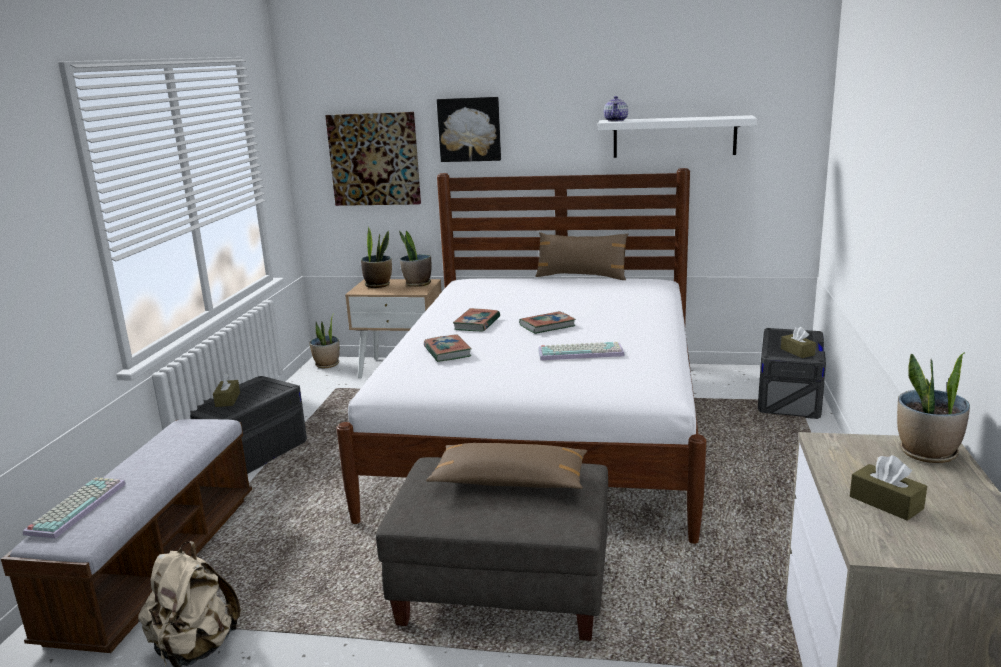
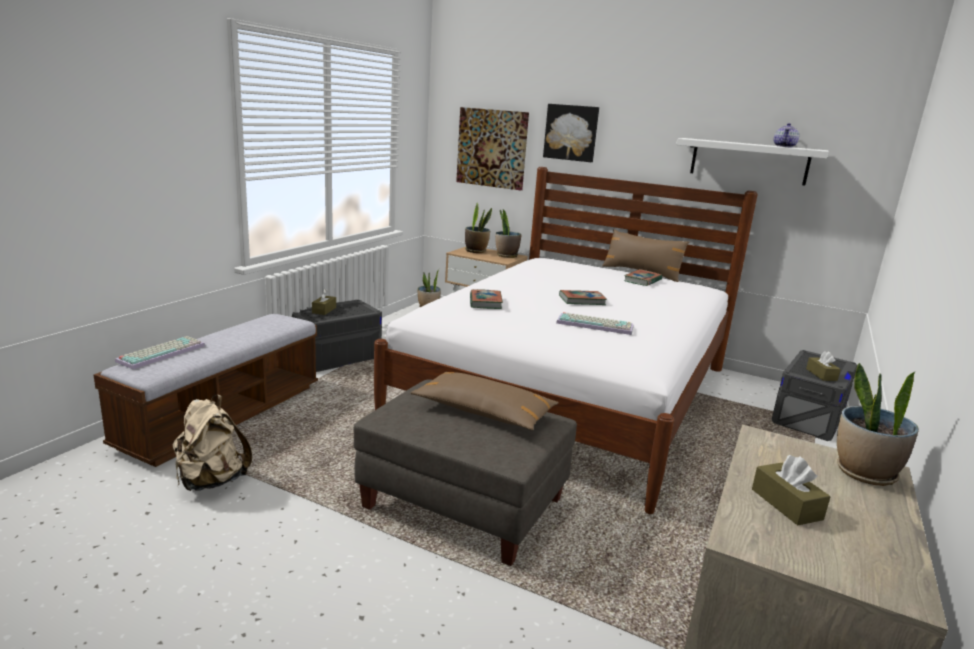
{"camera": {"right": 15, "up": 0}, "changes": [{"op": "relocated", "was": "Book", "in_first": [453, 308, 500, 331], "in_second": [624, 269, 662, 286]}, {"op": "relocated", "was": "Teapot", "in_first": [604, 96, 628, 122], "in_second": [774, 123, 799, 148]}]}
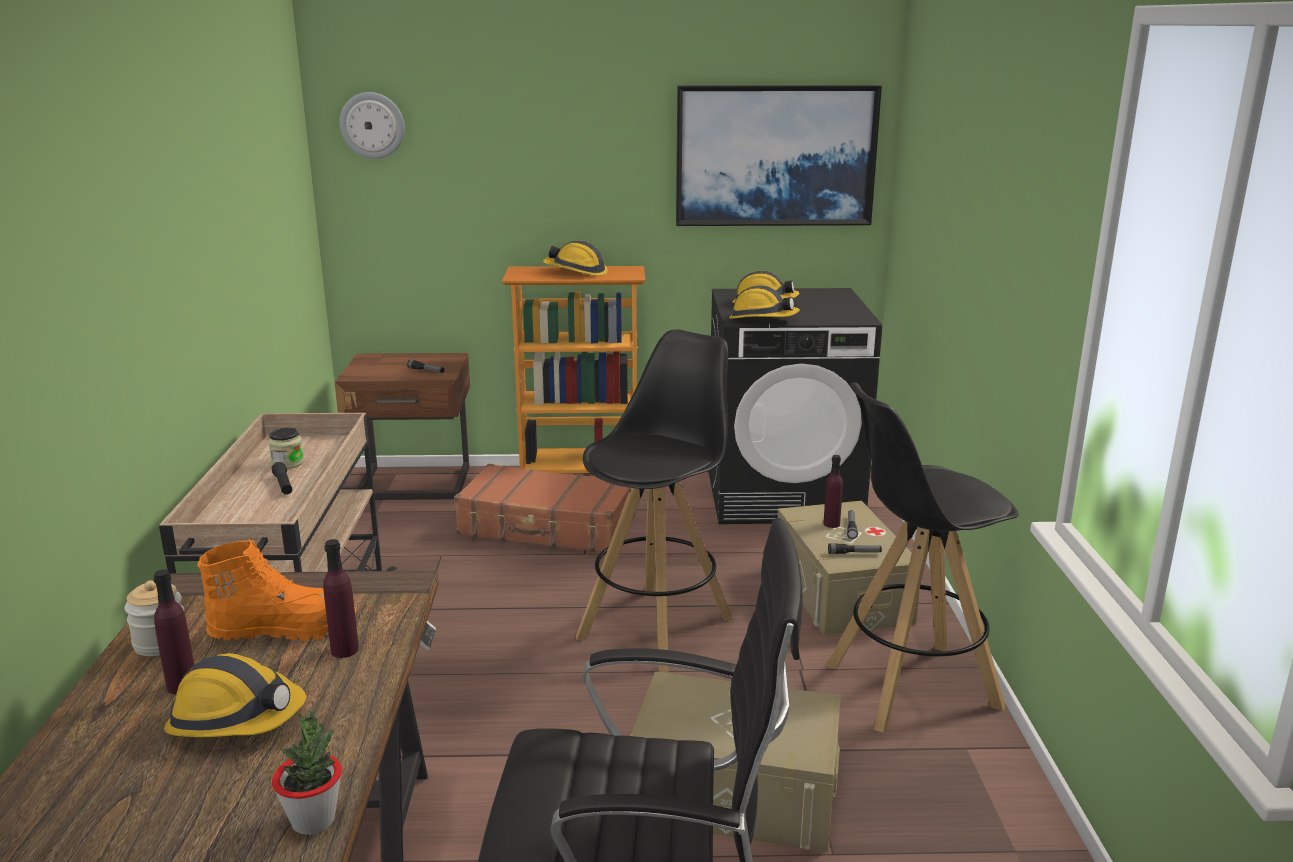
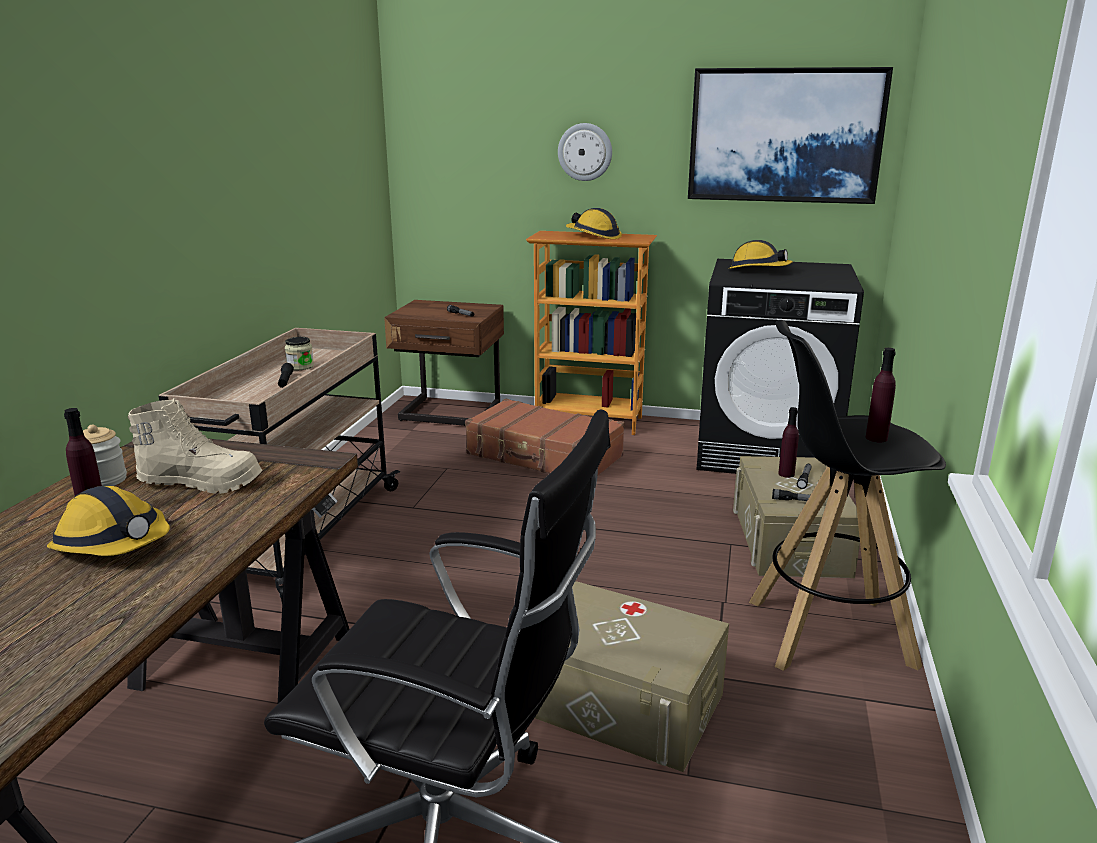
{"camera": {"right": 15, "up": 0}, "changes": [{"op": "colour", "was": "OrangeBoot", "now": "BeigeBoot", "in_first": [197, 539, 356, 641], "in_second": [128, 398, 262, 494]}, {"op": "relocated", "was": "WallClock", "in_first": [340, 92, 405, 159], "in_second": [558, 123, 612, 181]}, {"op": "relocated", "was": "PurpleBottle", "in_first": [323, 539, 359, 658], "in_second": [866, 348, 896, 442]}, {"op": "missing", "was": "PottedPlant", "in_first": [272, 709, 342, 835]}, {"op": "missing", "was": "BlackStool", "in_first": [576, 329, 733, 673]}, {"op": "missing", "was": "HardHat", "in_first": [729, 285, 800, 319]}]}
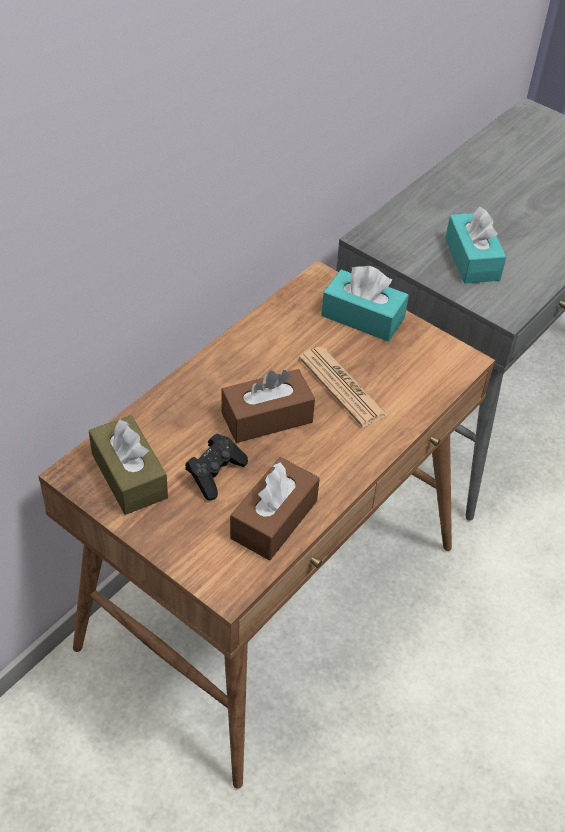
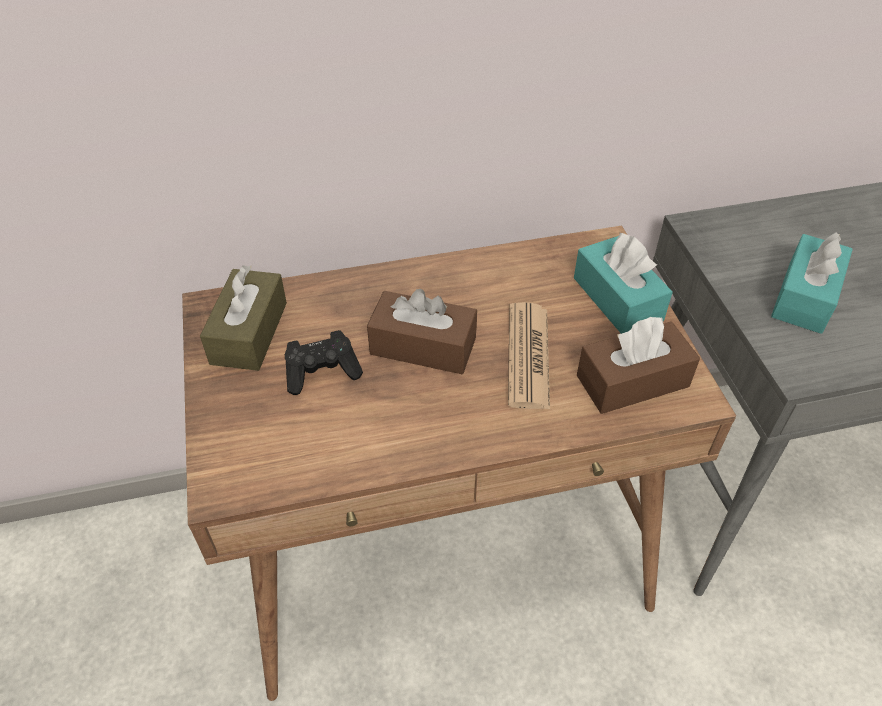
{"camera": {"right": 40, "up": 0}, "changes": [{"op": "relocated", "was": "BrownTissueBox", "in_first": [230, 457, 320, 560], "in_second": [577, 316, 700, 414]}]}
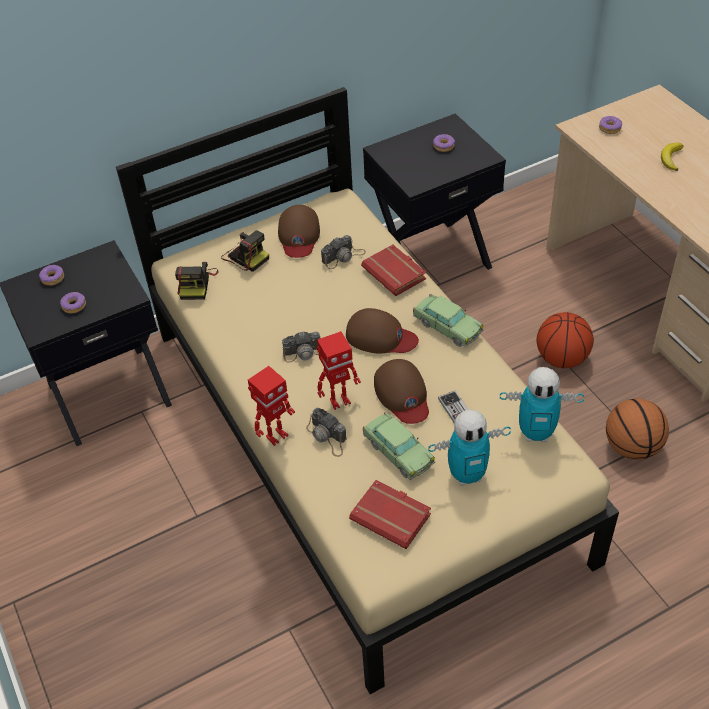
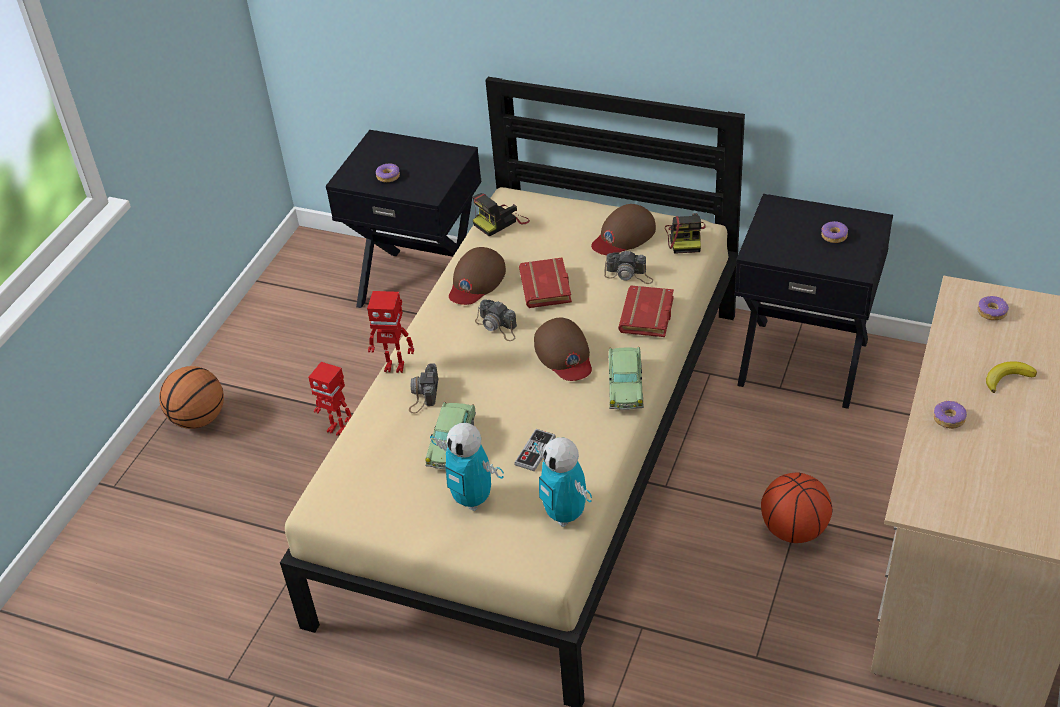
{"camera": {"right": 50, "up": -5}, "changes": [{"op": "relocated", "was": "Basketball", "in_first": [606, 399, 669, 460], "in_second": [159, 366, 224, 429]}, {"op": "relocated", "was": "ToyRobot", "in_first": [317, 331, 361, 410], "in_second": [308, 362, 352, 436]}, {"op": "relocated", "was": "BrownCap", "in_first": [374, 359, 429, 424], "in_second": [449, 247, 506, 305]}, {"op": "relocated", "was": "RedBook", "in_first": [349, 480, 431, 549], "in_second": [519, 258, 572, 308]}, {"op": "relocated", "was": "PhotoCamera", "in_first": [221, 230, 269, 272], "in_second": [665, 213, 706, 254]}, {"op": "relocated", "was": "Donut", "in_first": [39, 265, 64, 286], "in_second": [934, 400, 967, 429]}]}
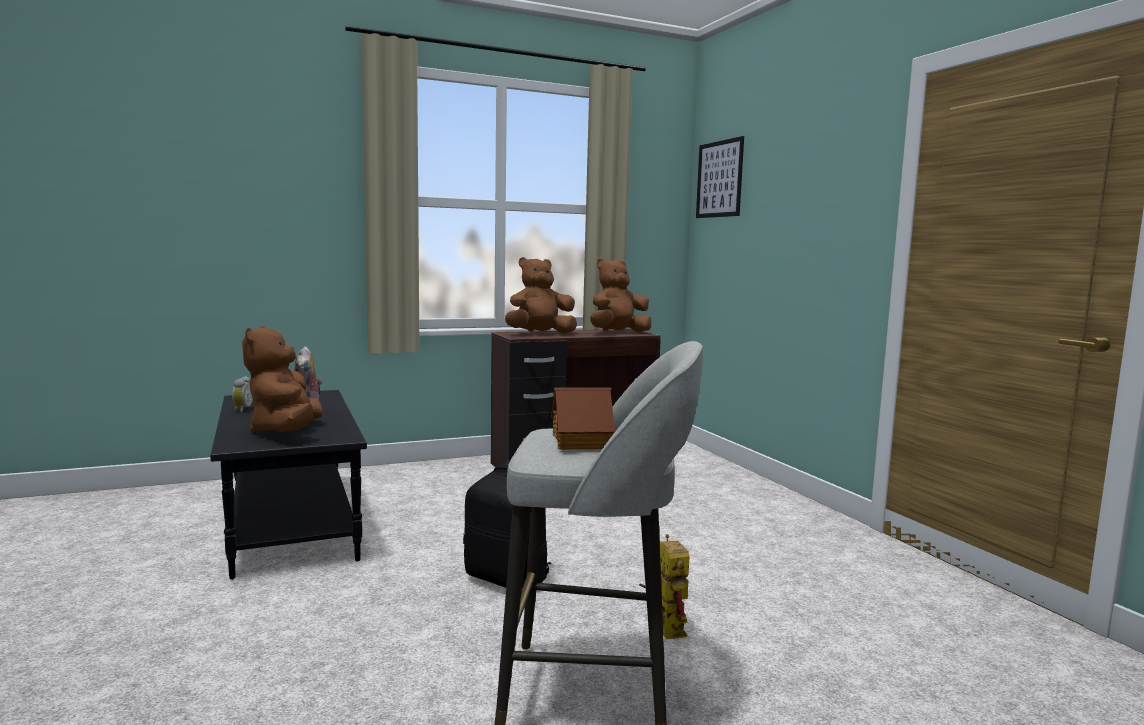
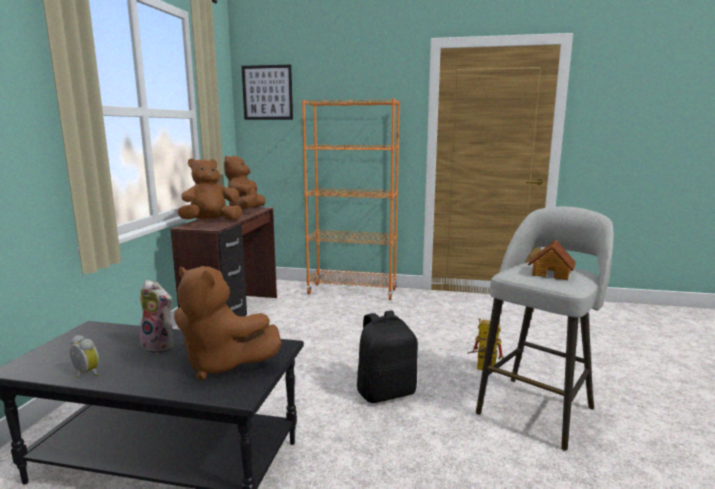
{"camera": {"right": -55, "up": 5}, "changes": [{"op": "spun", "was": "BrownPlushToy", "in_first": [505, 257, 577, 333], "in_second": [177, 158, 243, 220], "clockwise": 45}, {"op": "appeared", "now": "OrangeBookcase", "in_second": [302, 99, 400, 300]}]}
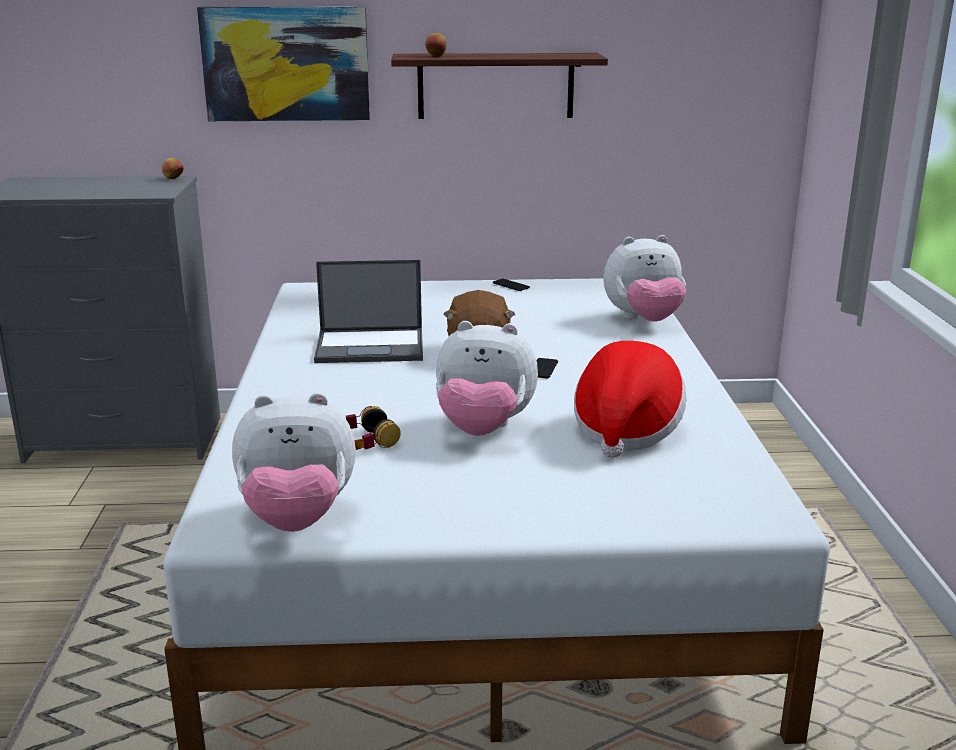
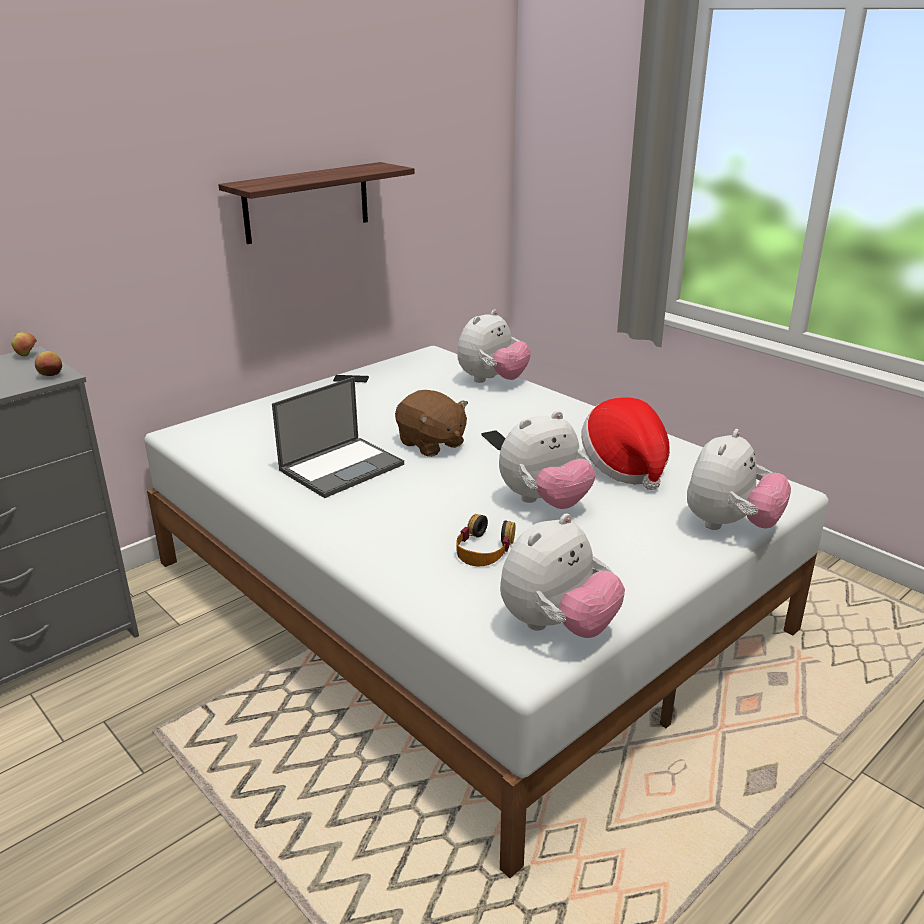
{"camera": {"right": -40, "up": 5}, "changes": [{"op": "relocated", "was": "Apple", "in_first": [425, 33, 447, 56], "in_second": [35, 351, 62, 376]}, {"op": "appeared", "now": "PlushToy", "in_second": [687, 429, 791, 530]}, {"op": "missing", "was": "Picture", "in_first": [197, 6, 370, 121]}]}
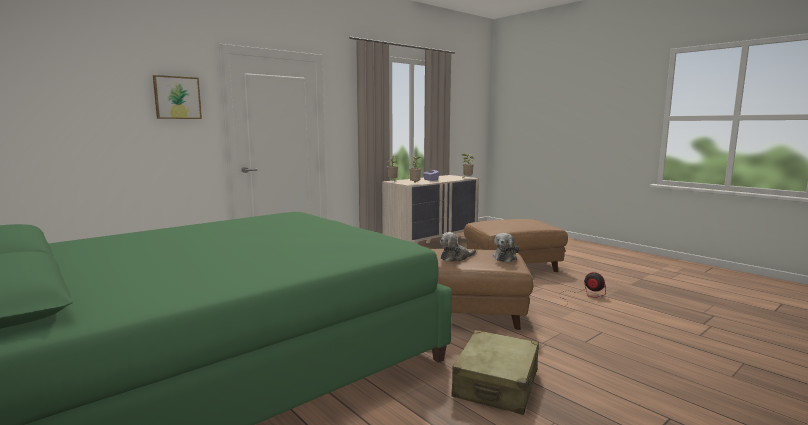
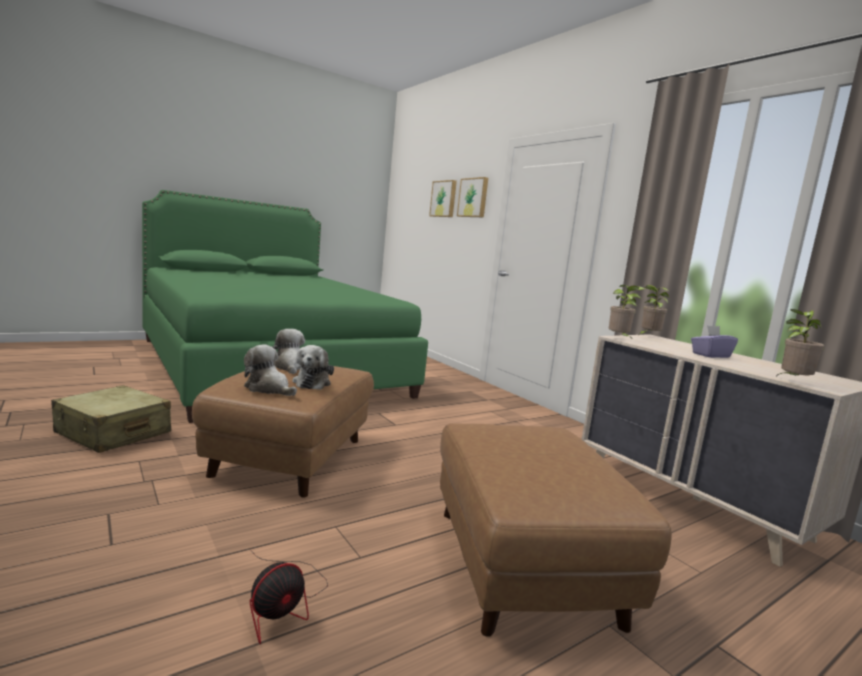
{"camera": {"right": 95, "up": 0}, "changes": [{"op": "appeared", "now": "PlushToy", "in_second": [292, 345, 334, 390]}, {"op": "appeared", "now": "Picture", "in_second": [429, 180, 457, 217]}]}
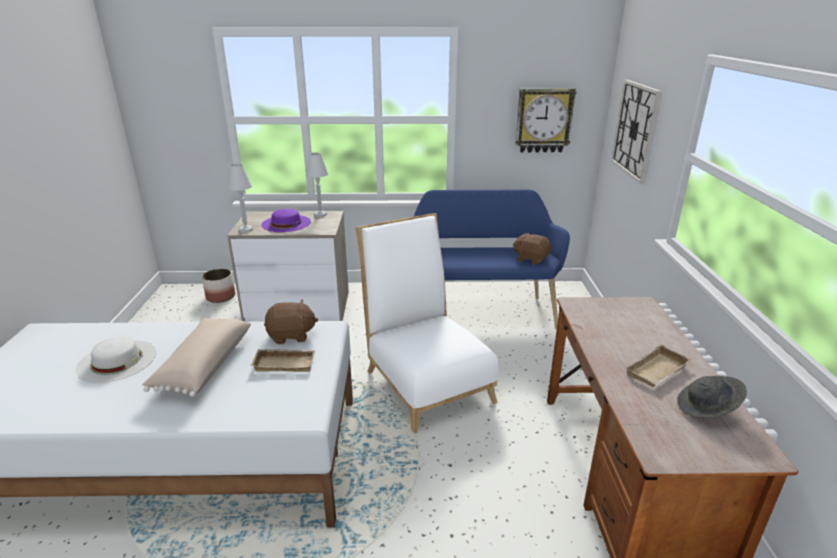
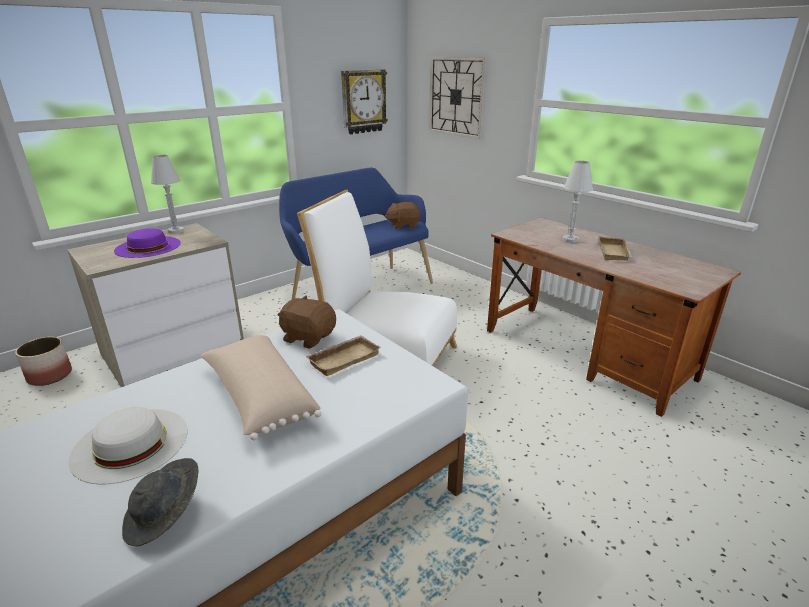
{"camera": {"right": -40, "up": 0}, "changes": [{"op": "relocated", "was": "GreyHat", "in_first": [677, 376, 747, 418], "in_second": [122, 458, 198, 546]}, {"op": "spun", "was": "BrownPlushToy", "in_first": [264, 299, 318, 344], "in_second": [277, 295, 336, 349], "clockwise": -105}, {"op": "relocated", "was": "WhiteTableLamp", "in_first": [227, 164, 253, 233], "in_second": [562, 161, 593, 243]}]}
